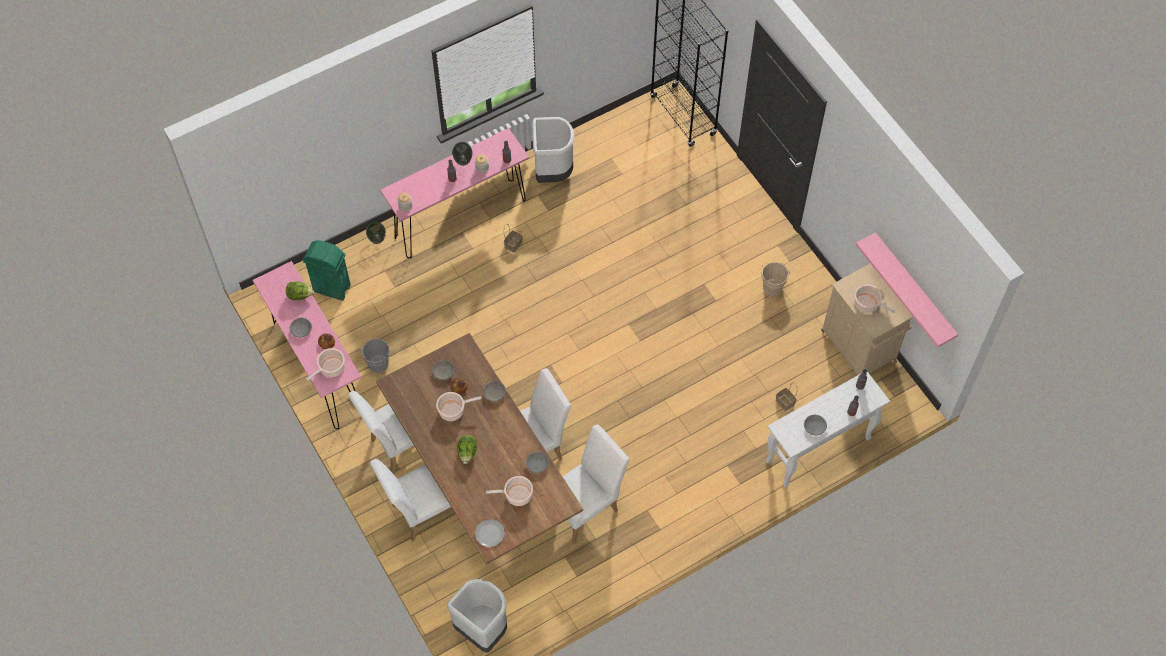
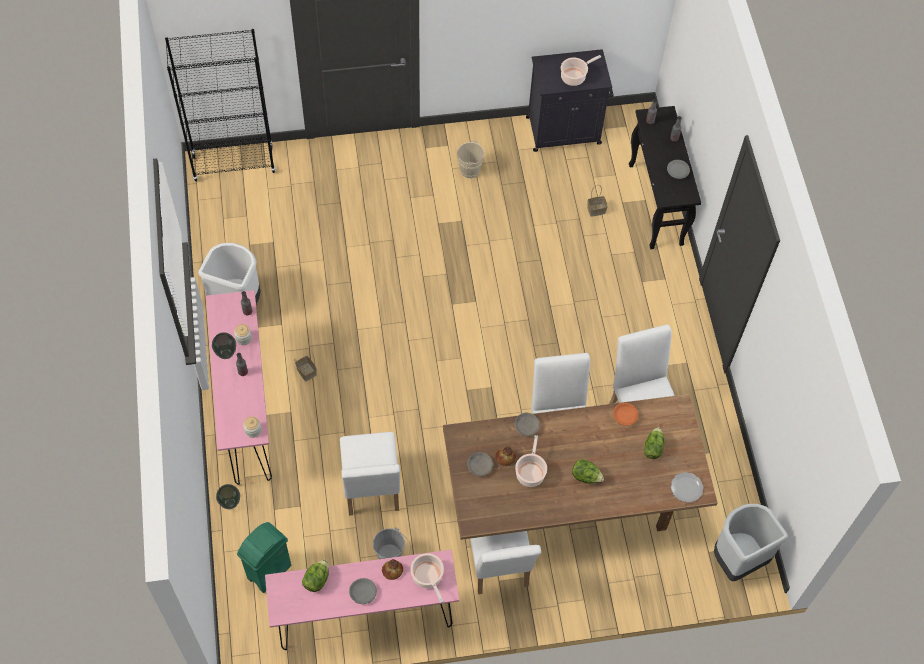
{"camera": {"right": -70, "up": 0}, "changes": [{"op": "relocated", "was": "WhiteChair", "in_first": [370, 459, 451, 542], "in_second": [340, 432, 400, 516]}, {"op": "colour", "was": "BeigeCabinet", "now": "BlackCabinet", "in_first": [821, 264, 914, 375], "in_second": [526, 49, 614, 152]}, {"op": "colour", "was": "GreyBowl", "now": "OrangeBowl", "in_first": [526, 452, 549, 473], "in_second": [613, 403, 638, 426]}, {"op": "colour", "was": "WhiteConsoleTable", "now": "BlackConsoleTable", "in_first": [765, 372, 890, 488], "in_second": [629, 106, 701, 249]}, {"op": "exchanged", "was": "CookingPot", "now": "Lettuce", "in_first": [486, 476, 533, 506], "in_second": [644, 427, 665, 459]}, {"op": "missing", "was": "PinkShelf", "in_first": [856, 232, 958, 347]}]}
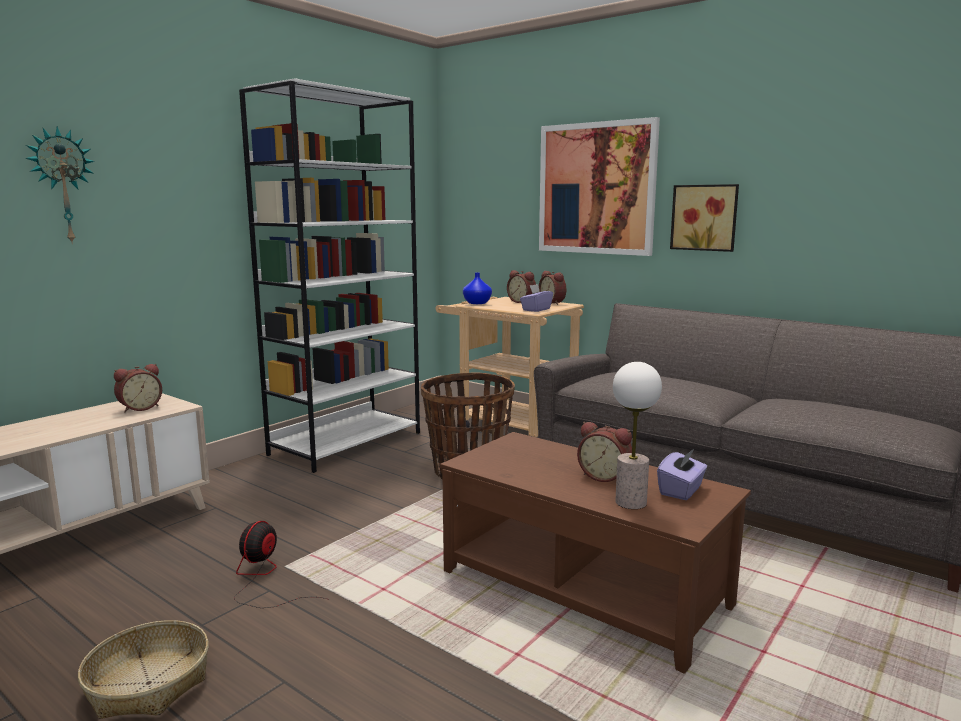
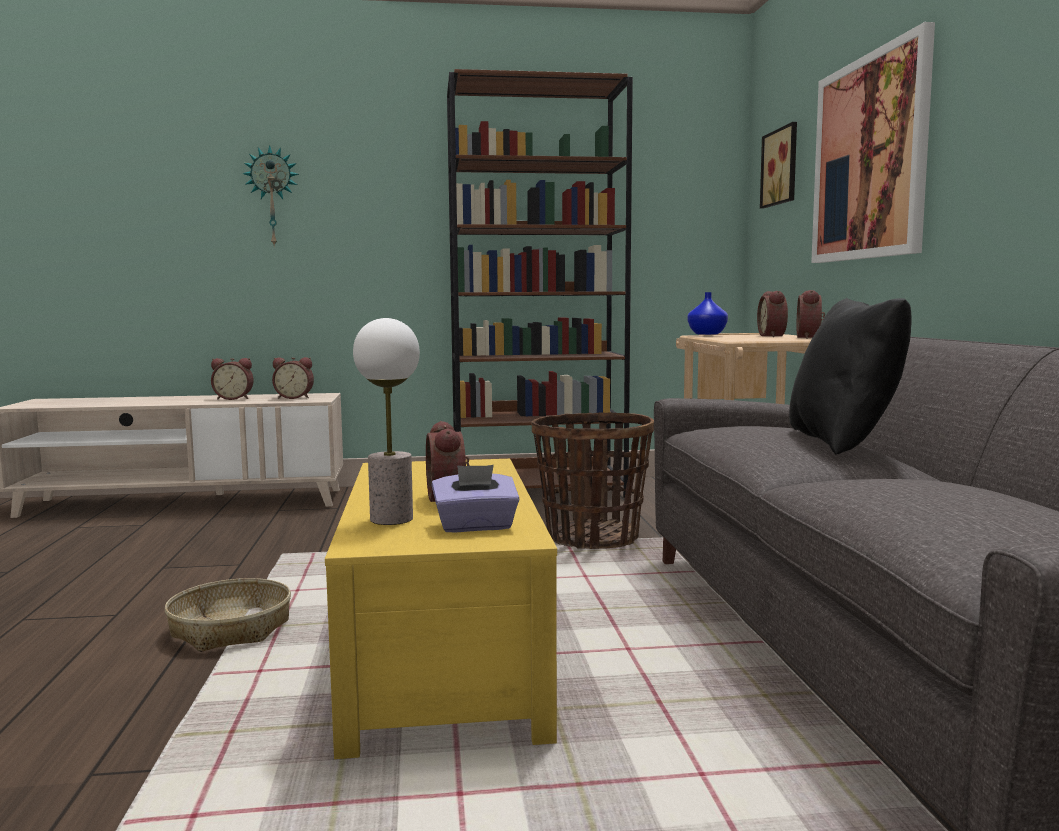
{"camera": {"right": 45, "up": -5}, "changes": [{"op": "relocated", "was": "Basket", "in_first": [78, 620, 209, 719], "in_second": [165, 578, 291, 652]}, {"op": "appeared", "now": "AlarmClock", "in_second": [211, 358, 254, 400]}, {"op": "colour", "was": "BrownCoffeeTable", "now": "YellowCoffeeTable", "in_first": [440, 432, 751, 674], "in_second": [325, 459, 557, 759]}, {"op": "colour", "was": "WhiteBookcase", "now": "BrownBookcase", "in_first": [239, 78, 420, 473], "in_second": [447, 69, 633, 499]}, {"op": "relocated", "was": "Picture", "in_first": [670, 184, 739, 252], "in_second": [760, 122, 797, 209]}, {"op": "appeared", "now": "BlackPillow", "in_second": [789, 298, 912, 455]}, {"op": "missing", "was": "Fan", "in_first": [234, 521, 330, 608]}, {"op": "missing", "was": "PurpleTissueBox", "in_first": [520, 284, 553, 312]}]}
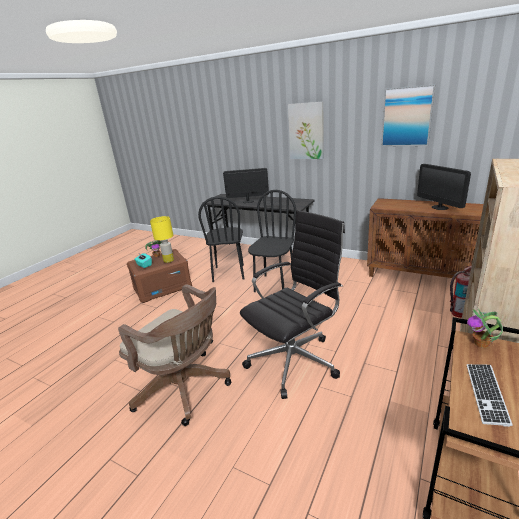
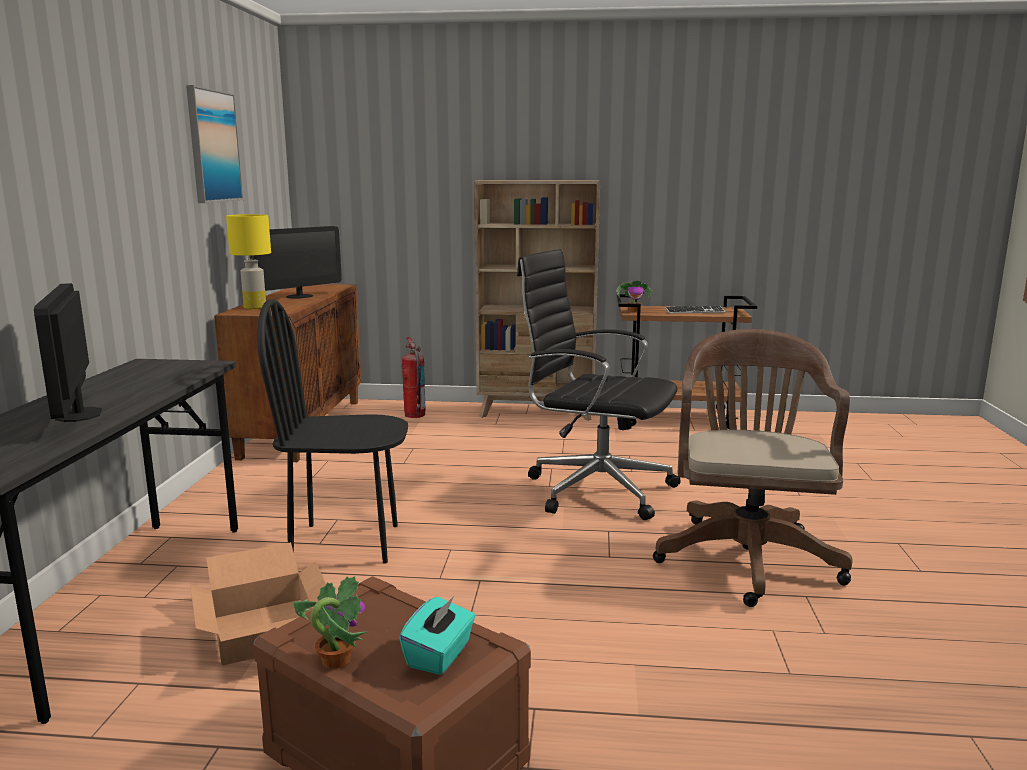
{"camera": {"right": -115, "up": -10}, "changes": [{"op": "exchanged", "was": "BlackChair", "now": "CardboardBox", "in_first": [198, 196, 244, 282], "in_second": [190, 542, 326, 665]}, {"op": "relocated", "was": "YellowTableLamp", "in_first": [150, 216, 174, 263], "in_second": [226, 214, 271, 309]}, {"op": "missing", "was": "Picture", "in_first": [288, 102, 324, 159]}]}
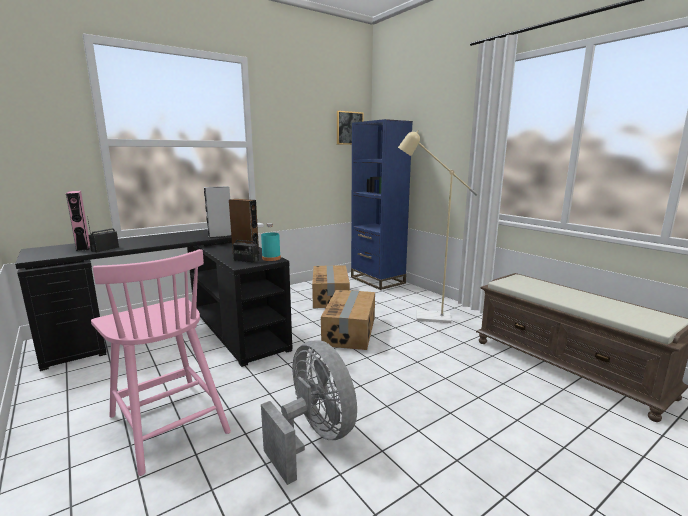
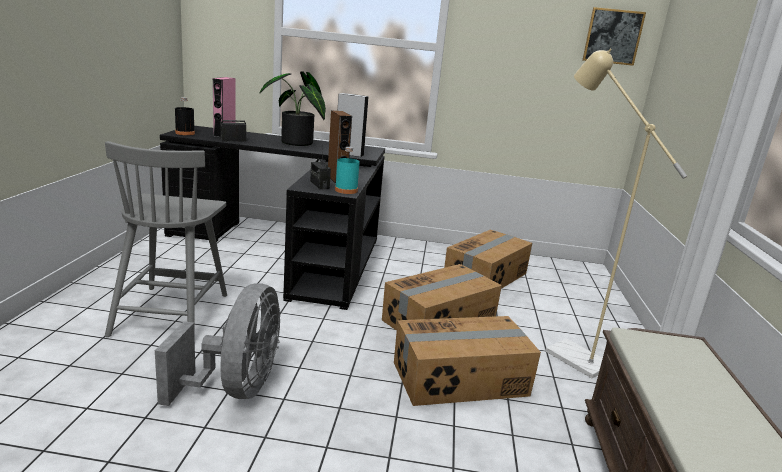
{"camera": {"right": 40, "up": 5}, "changes": [{"op": "colour", "was": "PinkChair", "now": "GreyChair", "in_first": [91, 249, 231, 476], "in_second": [105, 141, 227, 337]}, {"op": "appeared", "now": "BlackBottle", "in_second": [175, 97, 195, 135]}, {"op": "appeared", "now": "PottedPlant", "in_second": [260, 71, 326, 146]}, {"op": "appeared", "now": "CardboardBox", "in_second": [394, 316, 541, 406]}, {"op": "missing", "was": "BlueBookcase", "in_first": [351, 119, 413, 290]}]}
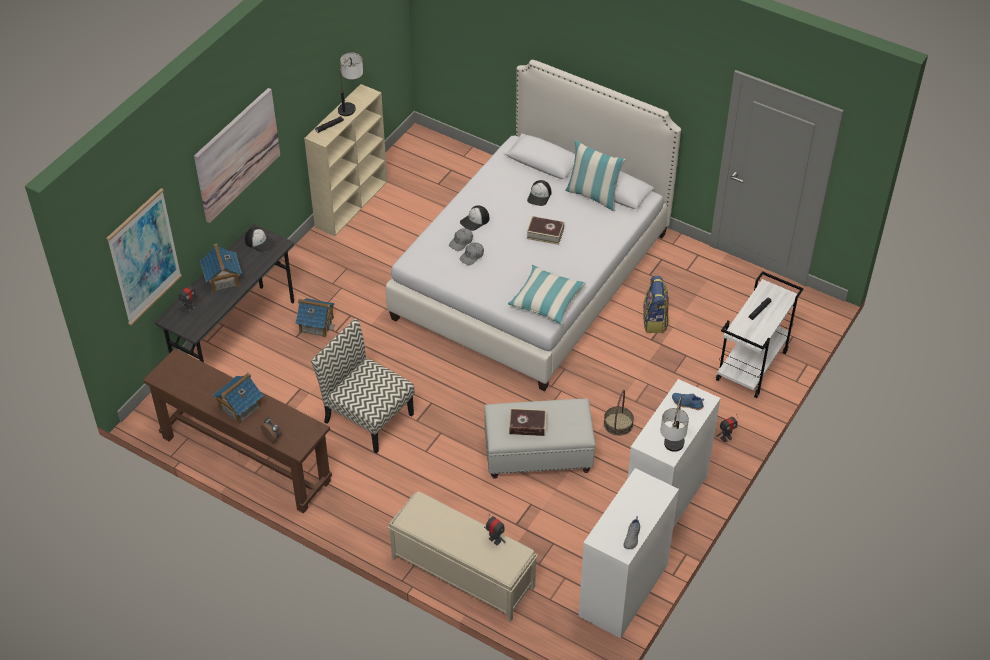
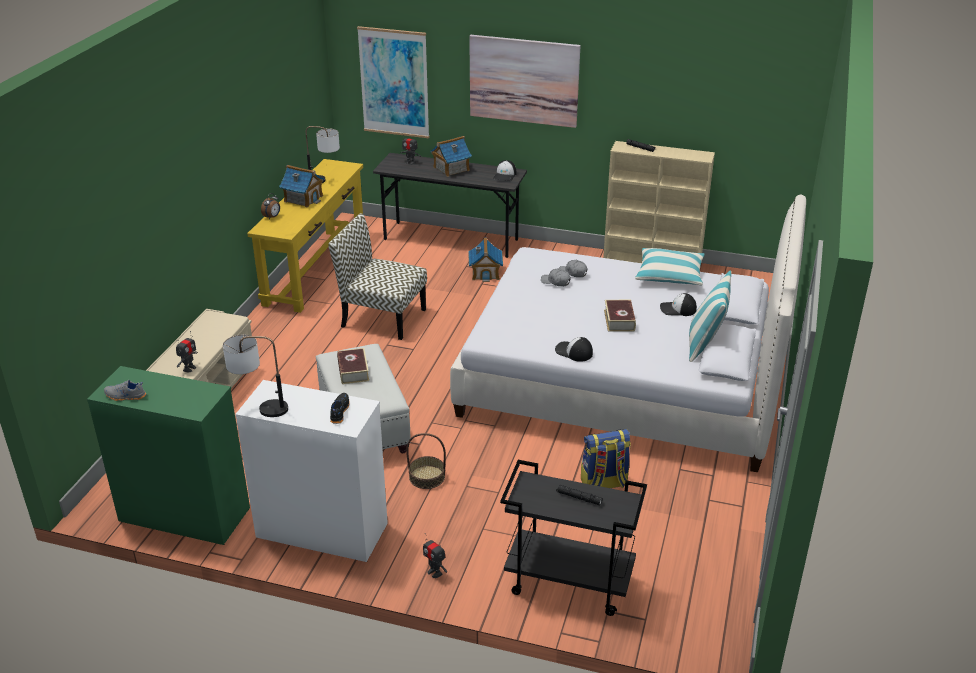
{"camera": {"right": 75, "up": -15}, "changes": [{"op": "colour", "was": "WhiteDresser", "now": "GreenDresser", "in_first": [578, 468, 679, 638], "in_second": [87, 366, 250, 545]}, {"op": "colour", "was": "BrownConsoleTable", "now": "YellowConsoleTable", "in_first": [143, 348, 332, 513], "in_second": [247, 159, 363, 313]}, {"op": "relocated", "was": "TableLamp", "in_first": [338, 53, 363, 116], "in_second": [306, 126, 340, 183]}, {"op": "spun", "was": "Chair", "in_first": [311, 319, 415, 453], "in_second": [328, 213, 427, 340], "clockwise": -90}, {"op": "colour", "was": "BlueShoe", "now": "BlackShoe", "in_first": [672, 393, 704, 410], "in_second": [330, 393, 350, 424]}, {"op": "colour", "was": "WhiteCart", "now": "BlackCart", "in_first": [716, 271, 804, 398], "in_second": [500, 460, 647, 616]}, {"op": "relocated", "was": "Cap", "in_first": [460, 205, 489, 231], "in_second": [555, 337, 593, 362]}, {"op": "relocated", "was": "Pillow", "in_first": [508, 265, 586, 324], "in_second": [635, 248, 705, 285]}]}
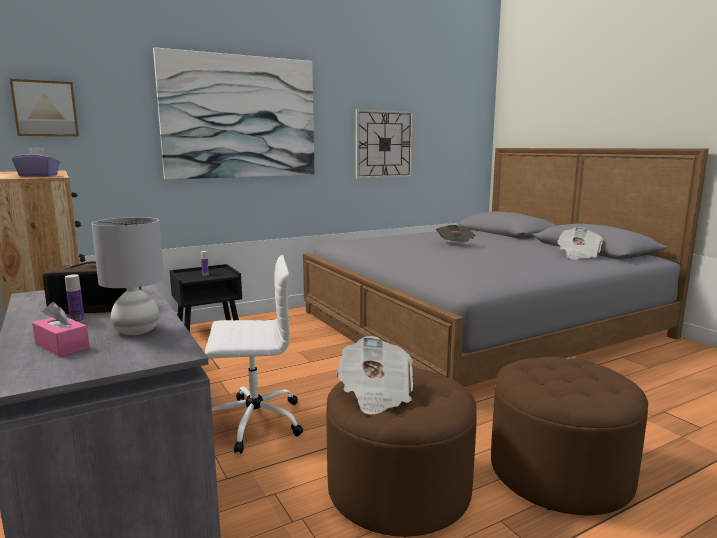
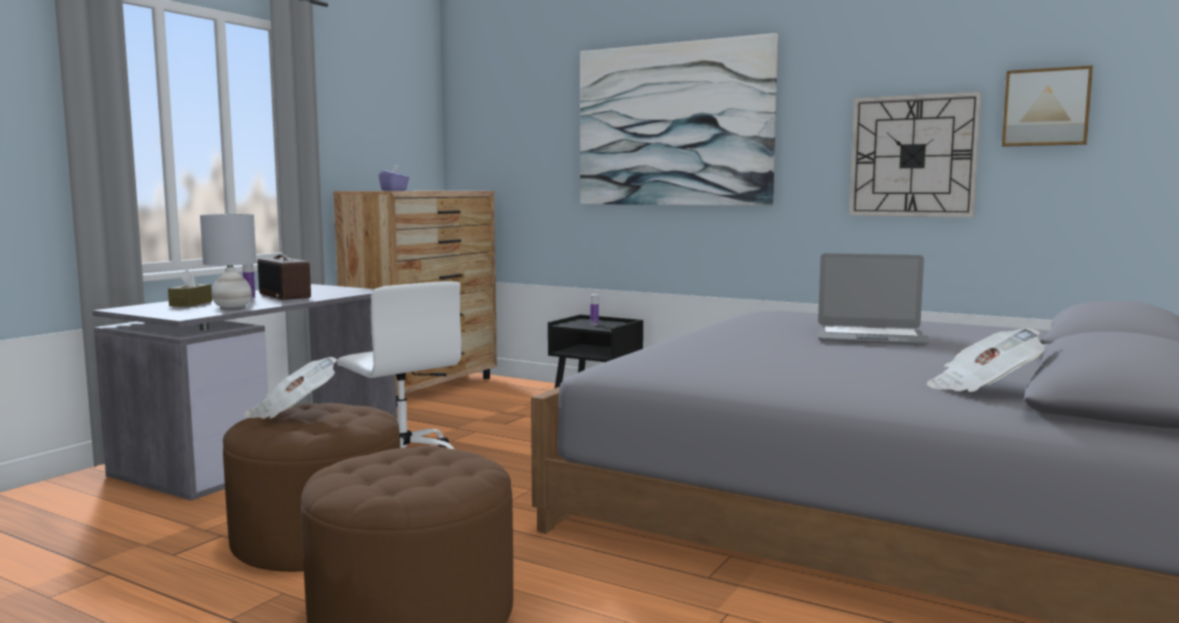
{"camera": {"right": 60, "up": -5}, "changes": [{"op": "colour", "was": "PinkTissueBox", "now": "BrownTissueBox", "in_first": [32, 302, 90, 357], "in_second": [168, 269, 212, 307]}, {"op": "exchanged", "was": "Newspaper", "now": "Laptop", "in_first": [436, 225, 476, 242], "in_second": [818, 253, 929, 345]}, {"op": "relocated", "was": "Picture", "in_first": [10, 79, 79, 136], "in_second": [1002, 65, 1093, 147]}]}
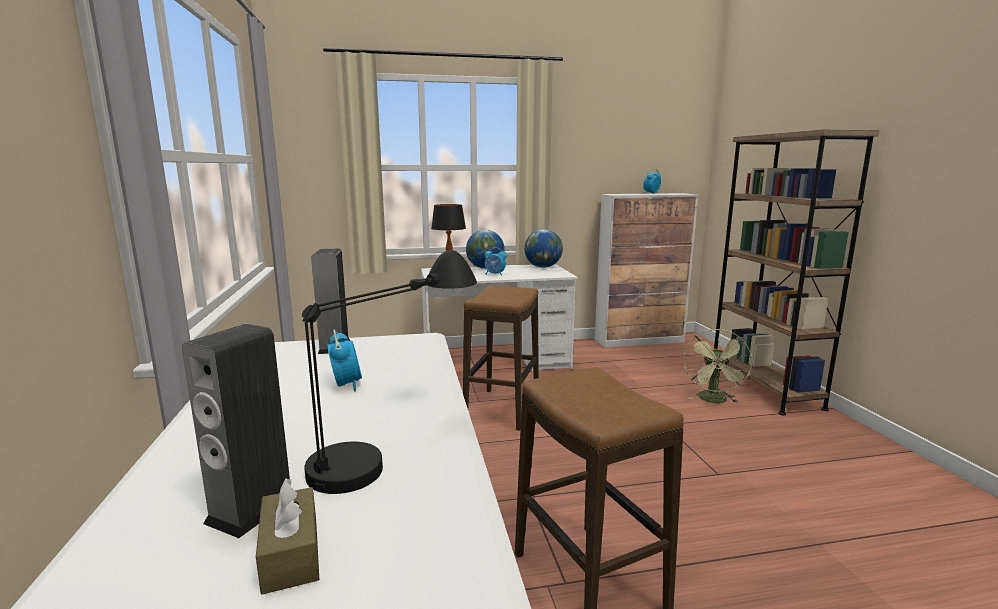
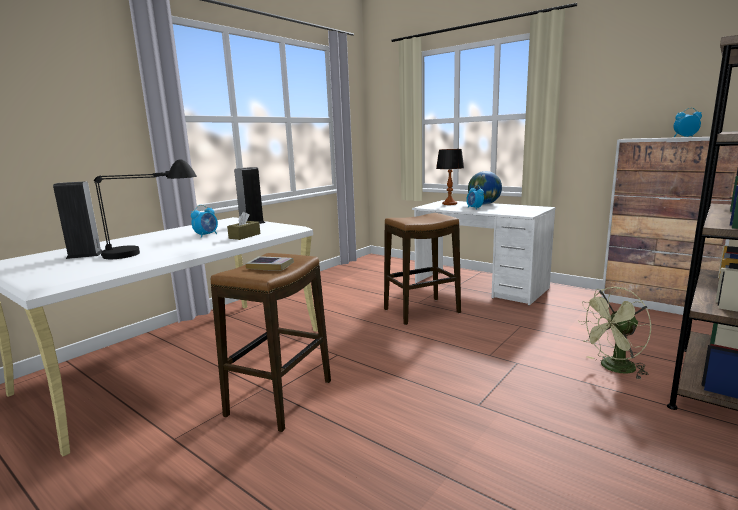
{"camera": {"right": 50, "up": 0}, "changes": [{"op": "relocated", "was": "BrownTissueBox", "in_first": [256, 478, 319, 595], "in_second": [227, 212, 260, 240]}, {"op": "appeared", "now": "Book", "in_second": [246, 256, 294, 271]}, {"op": "missing", "was": "Globe", "in_first": [524, 229, 563, 268]}]}
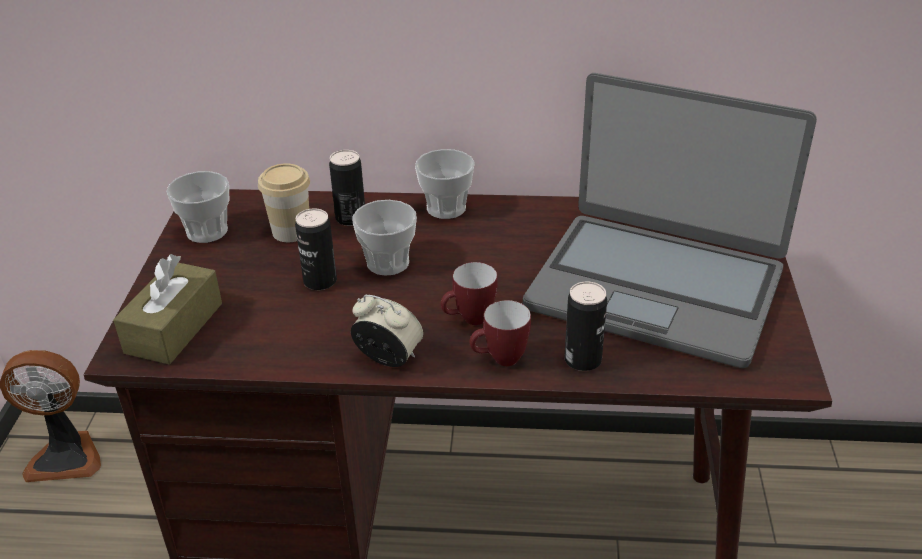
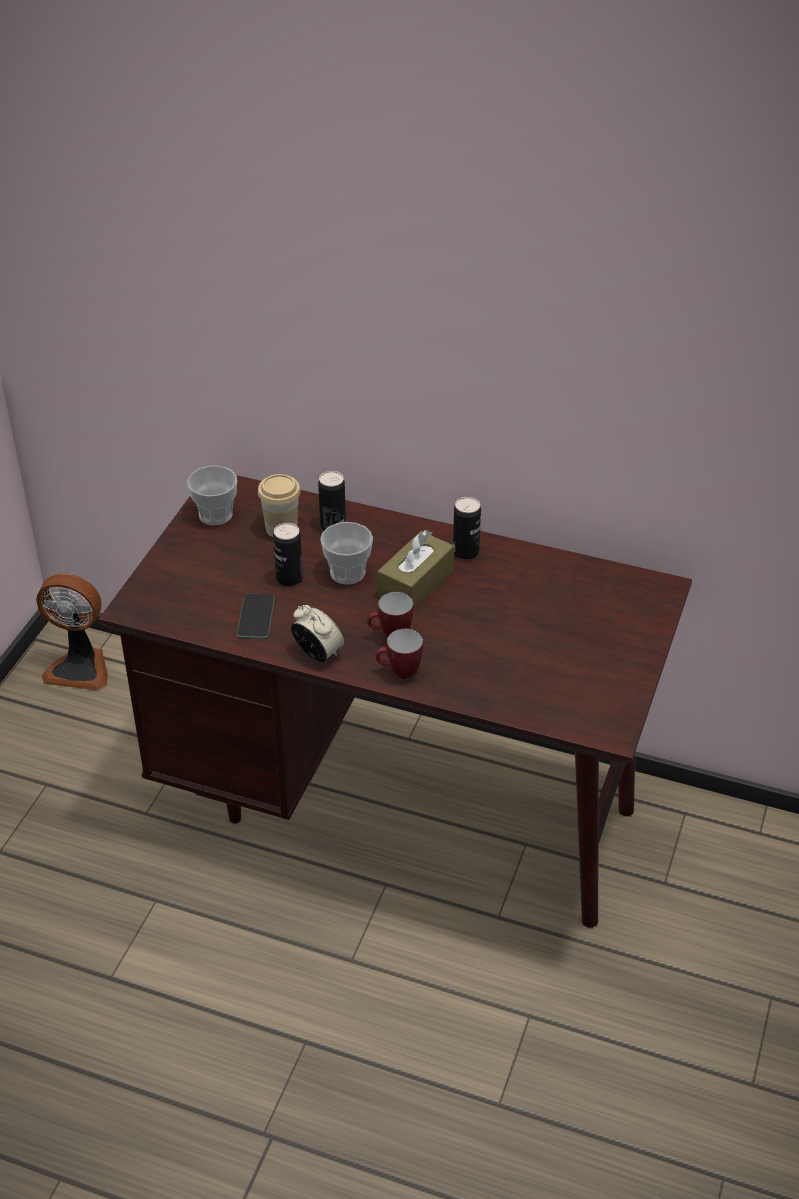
{"camera": {"right": 15, "up": 5}, "changes": [{"op": "appeared", "now": "Phone", "in_second": [237, 593, 275, 639]}, {"op": "relocated", "was": "BrownTissueBox", "in_first": [113, 254, 222, 365], "in_second": [377, 530, 454, 609]}, {"op": "relocated", "was": "Can", "in_first": [565, 282, 607, 371], "in_second": [453, 497, 481, 560]}, {"op": "missing", "was": "Cup", "in_first": [415, 149, 475, 219]}, {"op": "missing", "was": "Laptop", "in_first": [523, 73, 817, 368]}]}
